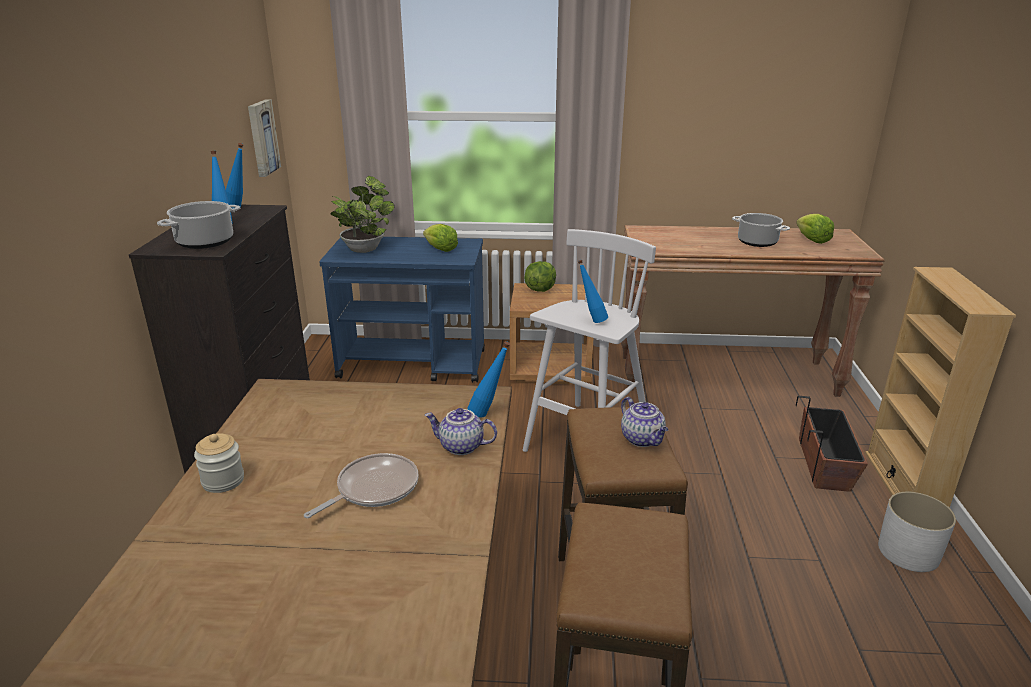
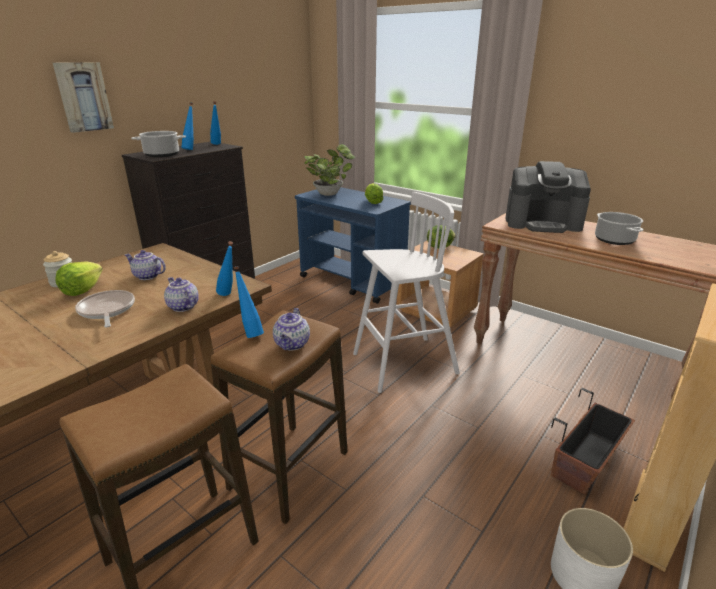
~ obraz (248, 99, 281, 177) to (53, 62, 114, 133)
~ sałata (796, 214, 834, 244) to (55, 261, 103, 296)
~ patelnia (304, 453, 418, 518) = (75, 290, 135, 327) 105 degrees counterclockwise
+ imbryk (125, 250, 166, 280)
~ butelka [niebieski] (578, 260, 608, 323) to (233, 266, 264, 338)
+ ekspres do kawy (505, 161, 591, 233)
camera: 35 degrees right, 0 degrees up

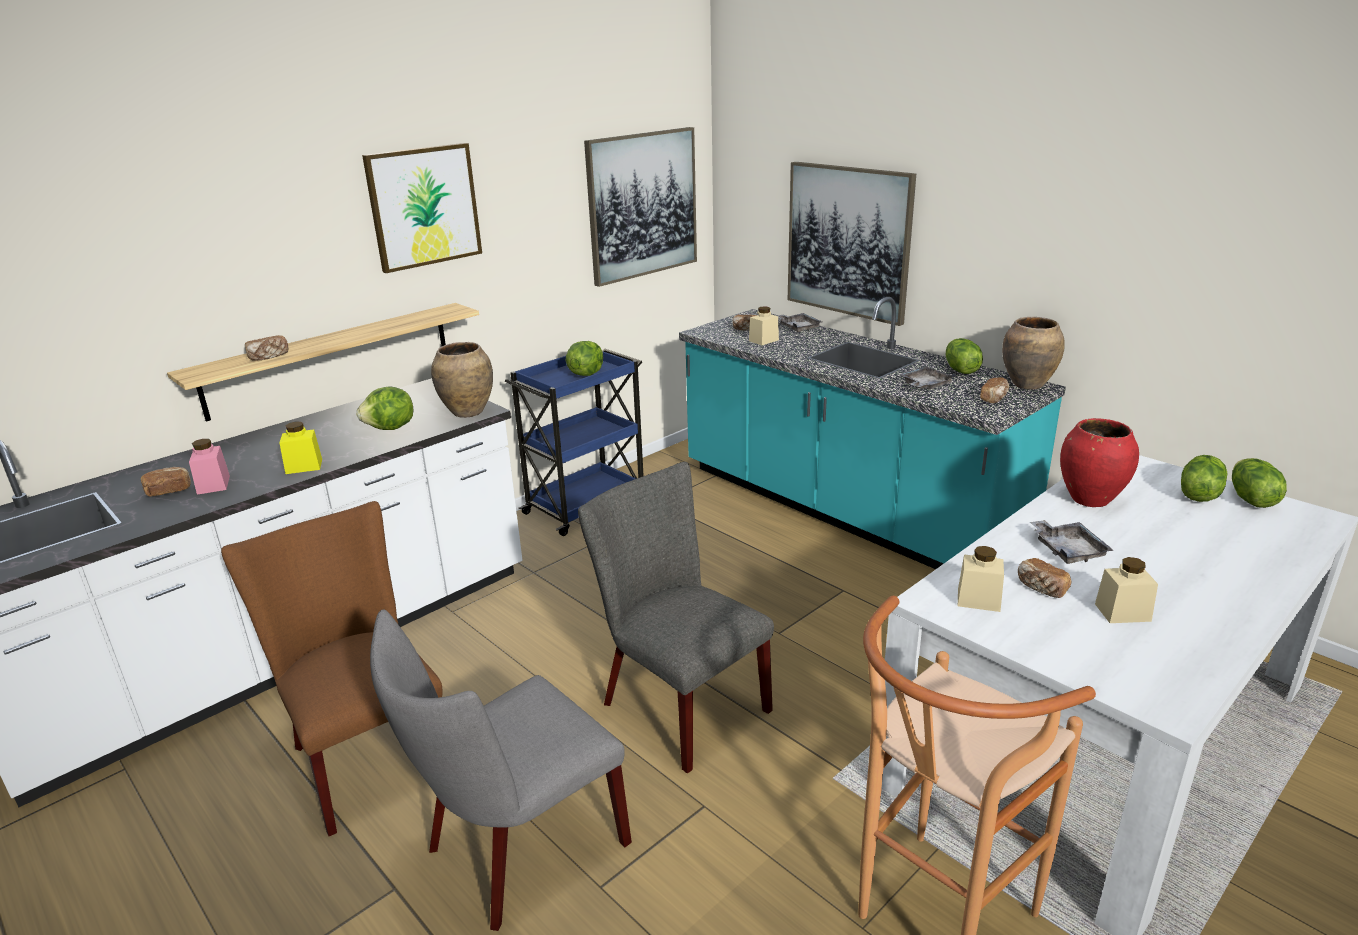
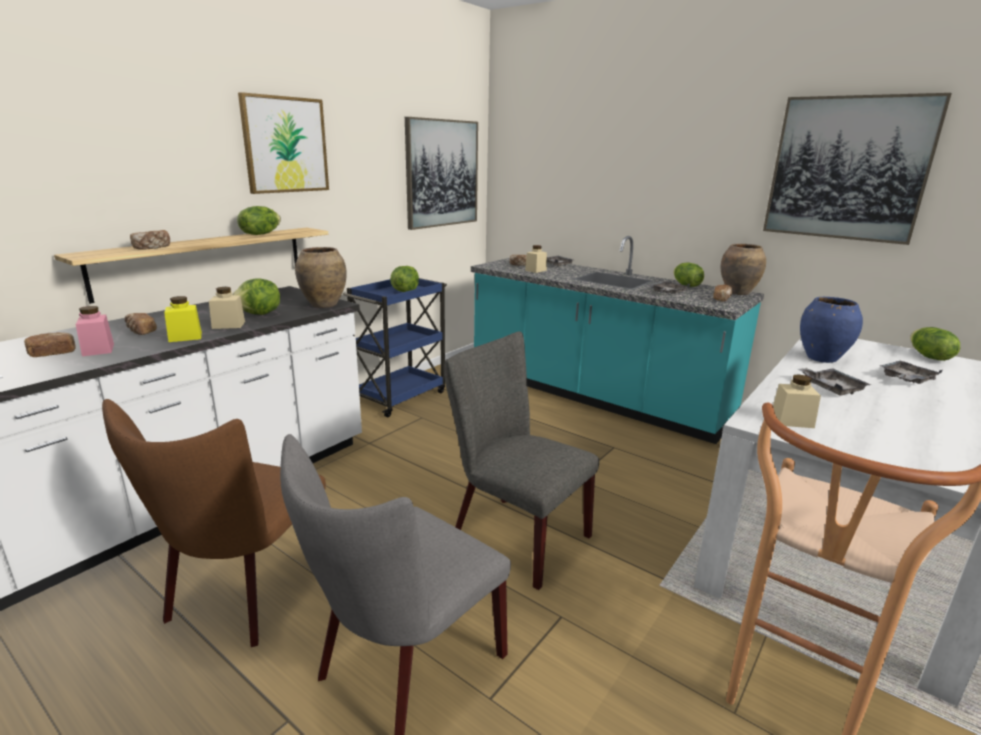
~ krzesło [brązowy] (221, 501, 443, 836) = (102, 399, 326, 647) 120 degrees counterclockwise
~ chleb (1018, 558, 1071, 598) to (125, 313, 157, 335)
~ słoik [beżowy] (1095, 557, 1158, 623) to (209, 287, 245, 329)
~ sałata (1181, 455, 1228, 502) to (237, 206, 281, 235)
~ obraz (788, 162, 916, 326) to (763, 93, 952, 245)
~ wazon [czerwony] (1060, 418, 1139, 507) to wazon [niebieski] (800, 297, 863, 363)
+ taca [szary] (880, 360, 943, 384)
camera: 10 degrees left, 5 degrees down

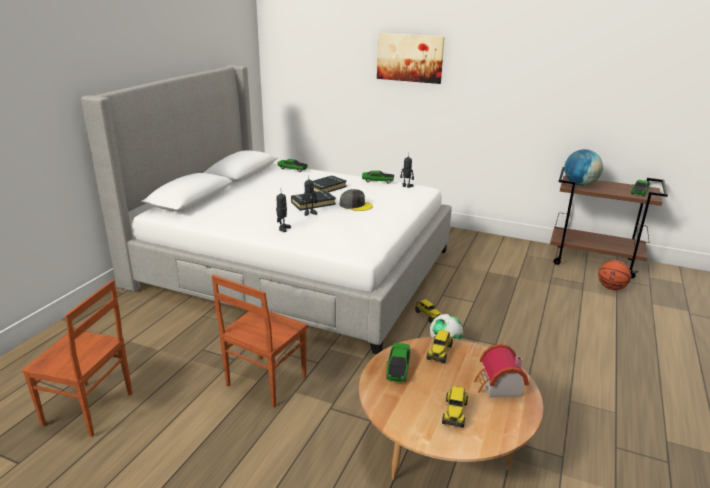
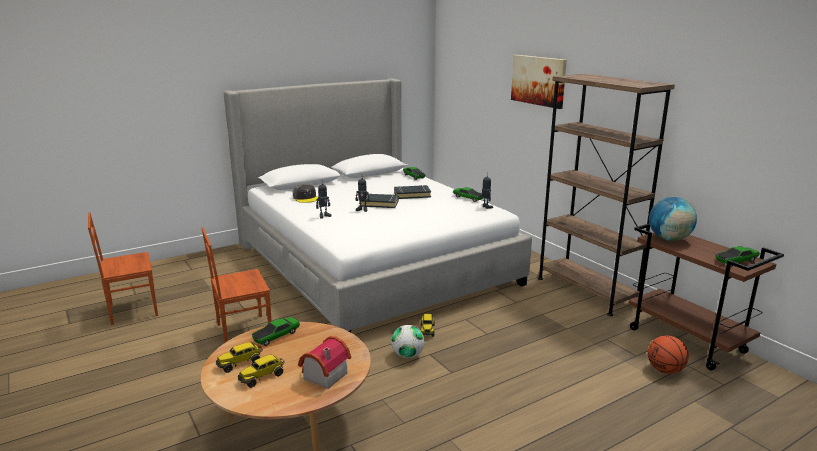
~ krzesło [brązowy] (22, 280, 132, 437) = (88, 212, 158, 325) 105 degrees clockwise
~ ciężarówka zabawkowa (427, 330, 453, 364) to (216, 342, 263, 373)
~ czapka z daszkiem [szary] (340, 189, 373, 211) to (293, 184, 318, 203)
+ regał [brązowy] (538, 74, 675, 316)
camera: 35 degrees right, 5 degrees down

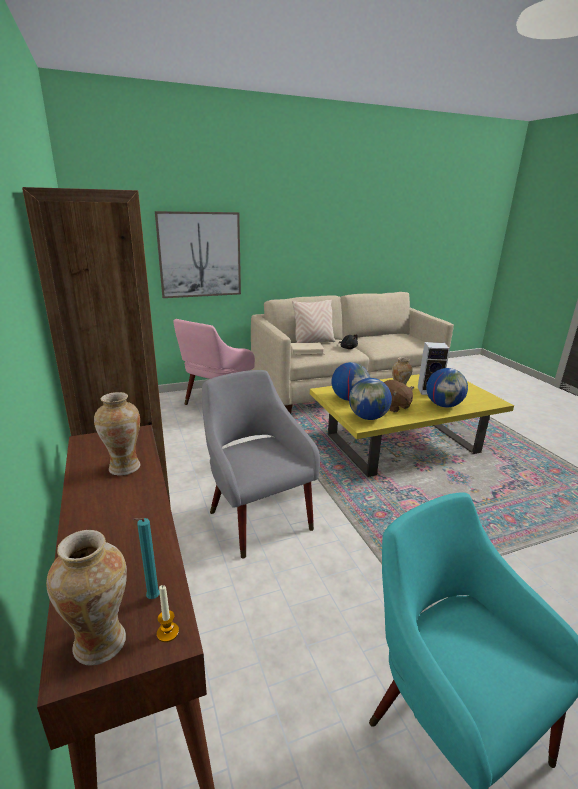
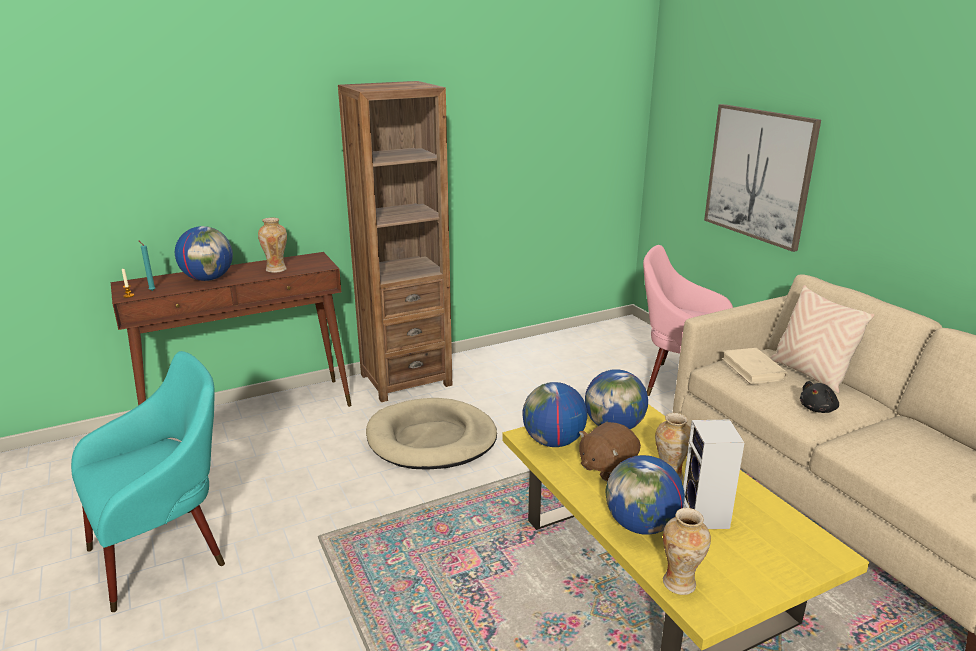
+ globus (175, 226, 233, 281)
~ fotel [szary] (202, 370, 320, 558) to legowisko [beżowy] (366, 398, 497, 470)
~ wazon (46, 530, 127, 665) to (663, 508, 711, 595)
camera: 85 degrees right, 0 degrees up

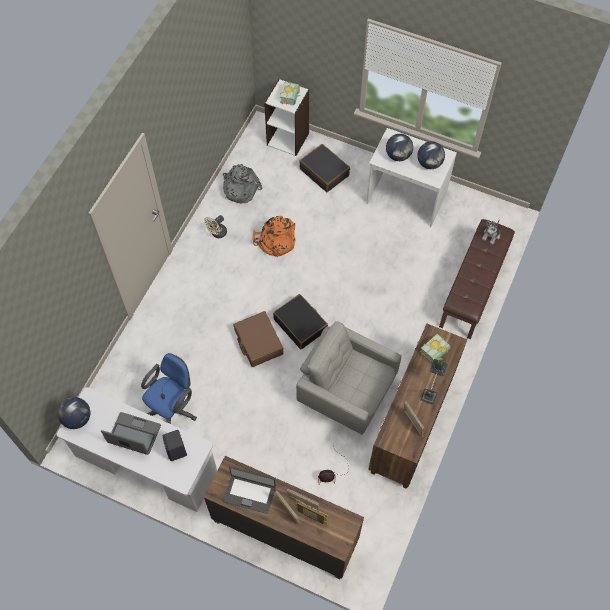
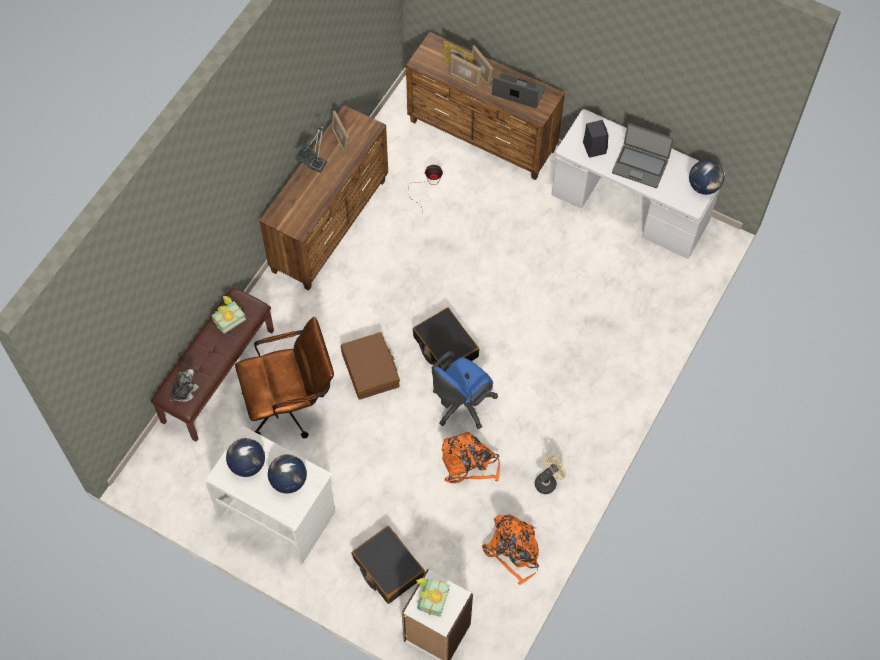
~ książka (420, 334, 450, 363) to (211, 296, 246, 334)
+ krzesło biurowe [brązowy] (235, 317, 334, 439)
~ walizka [brązowy] (234, 311, 284, 367) to (341, 332, 400, 400)
~ krzesło biurowe [niebieski] (141, 353, 197, 424) to (431, 351, 498, 429)
~ plecak [szary] (223, 164, 262, 203) to plecak [pomarańczowy] (482, 514, 539, 585)
- fotel [szary] (296, 321, 401, 435)
camera: 175 degrees left, 0 degrees up

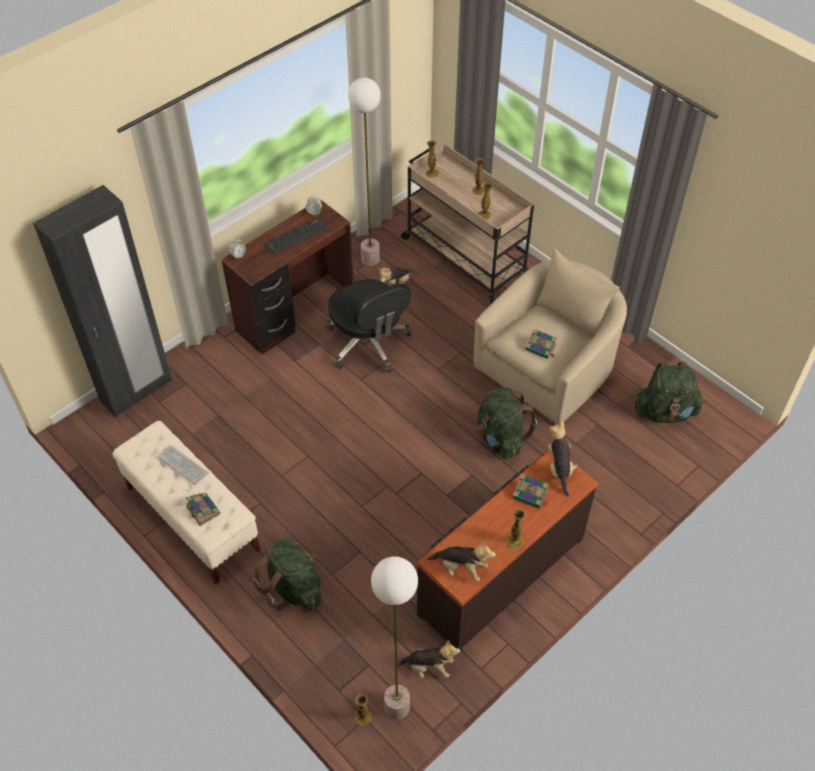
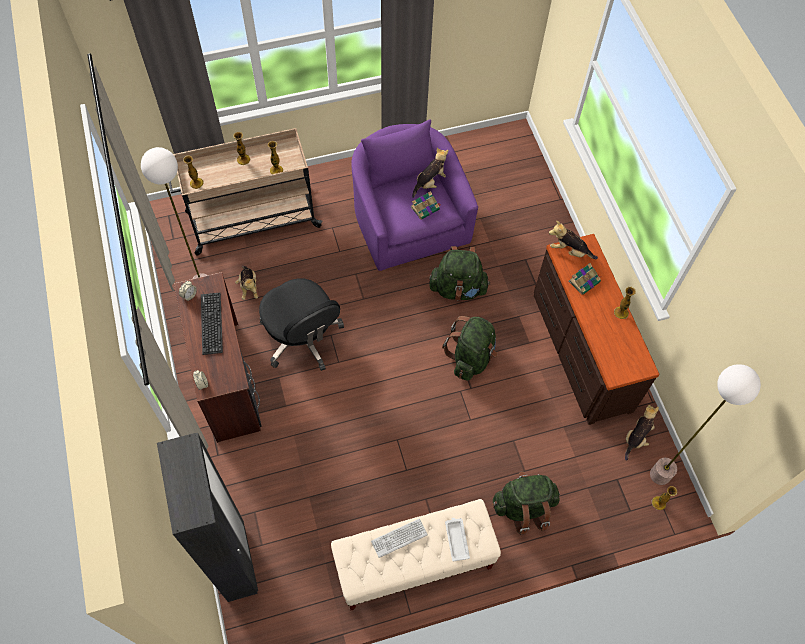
~ krzesło biurowe [czarny] (326, 279, 411, 373) = (259, 278, 344, 371) 60 degrees clockwise
~ fotel [beżowy] (474, 249, 627, 425) to fotel [fioletowy] (351, 119, 478, 271)
~ pluszak (427, 540, 496, 581) to (412, 148, 448, 198)
~ plecak [zielony] (635, 362, 704, 423) to (442, 316, 498, 381)
~ książka (186, 492, 220, 526) to taca [biały] (445, 518, 470, 561)
camera: 65 degrees left, 10 degrees up

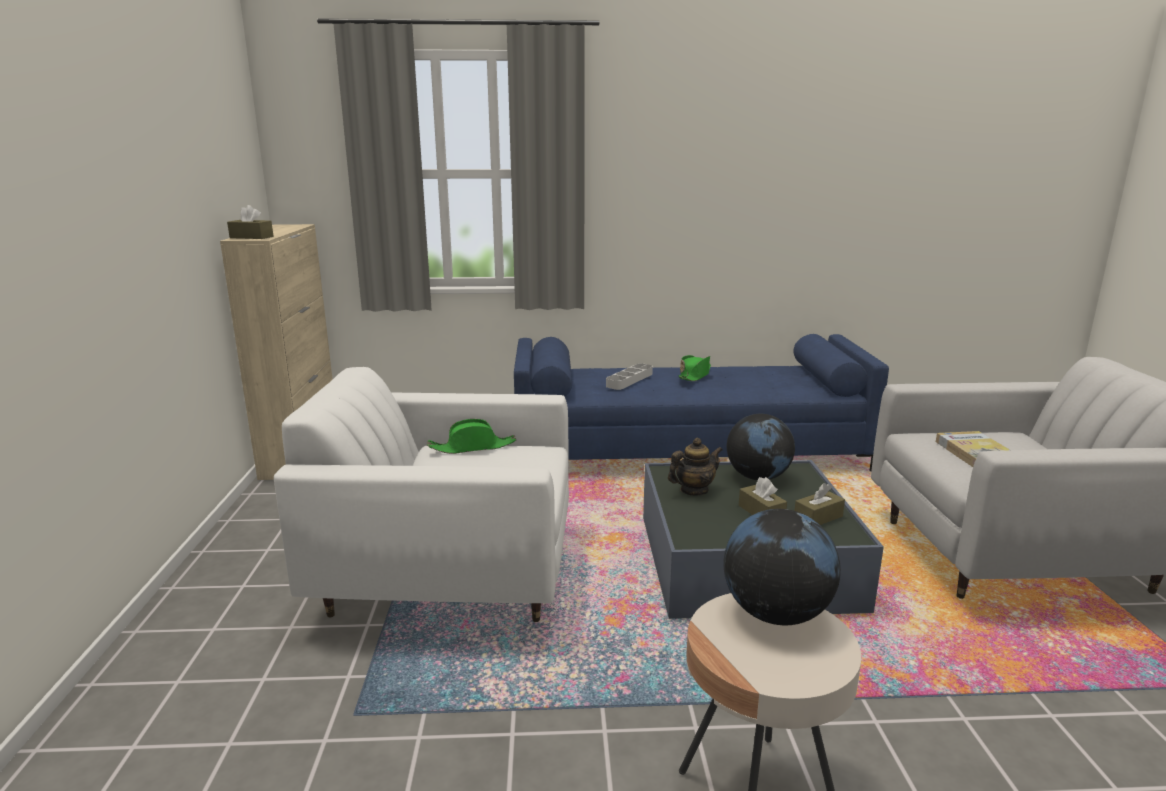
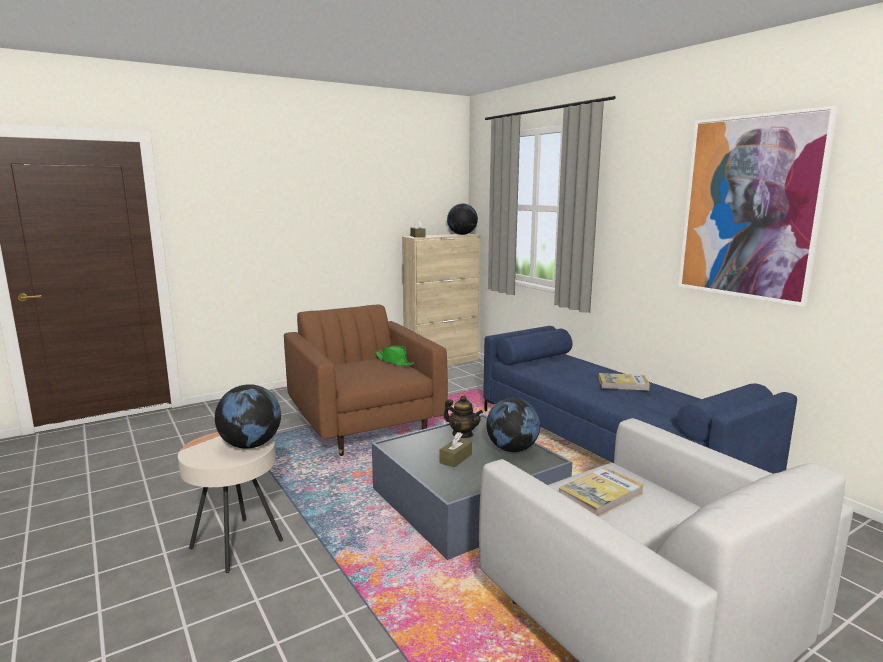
~ fotel [biały] (274, 367, 569, 622) to fotel [brązowy] (284, 305, 448, 456)
+ globus (447, 204, 478, 235)
~ kapelusz [zielony] (679, 355, 711, 381) to książka (598, 373, 650, 391)
+ obraz (678, 106, 838, 306)
- taca [szary] (606, 363, 653, 390)
- pudełko chusteczek [brązowy] (794, 483, 845, 525)
camera: 60 degrees right, 5 degrees down

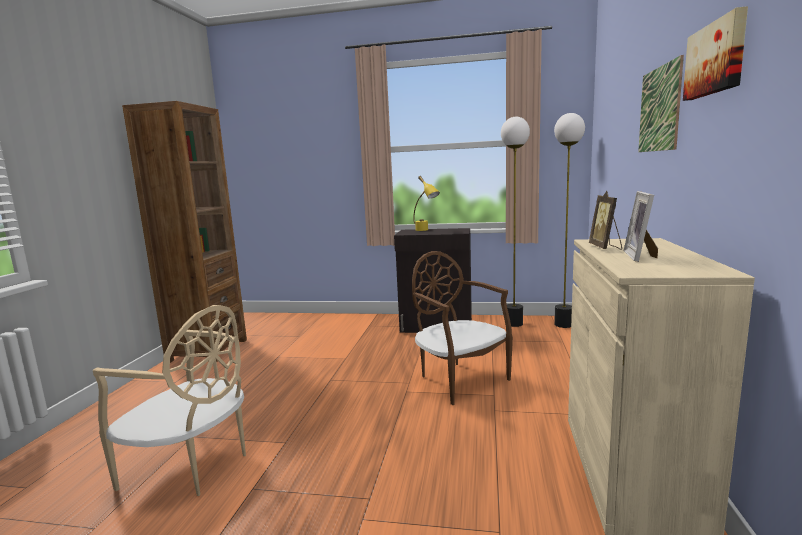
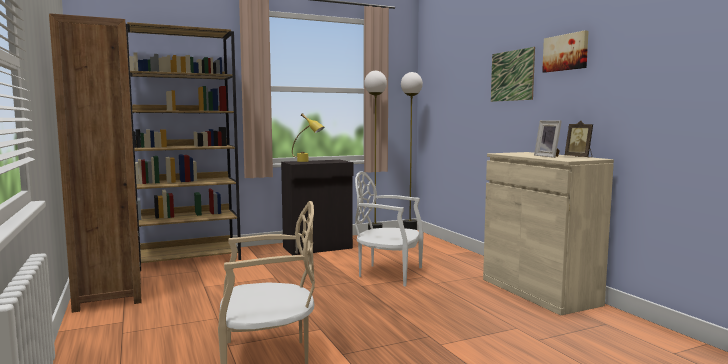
+ regał [brązowy] (126, 22, 241, 271)
~ krzesło [brązowy] (412, 251, 513, 405) to krzesło [biały] (355, 171, 424, 286)
~ ramka na zdjęcie (589, 191, 622, 250) to (565, 121, 593, 158)
camera: 35 degrees left, 5 degrees down

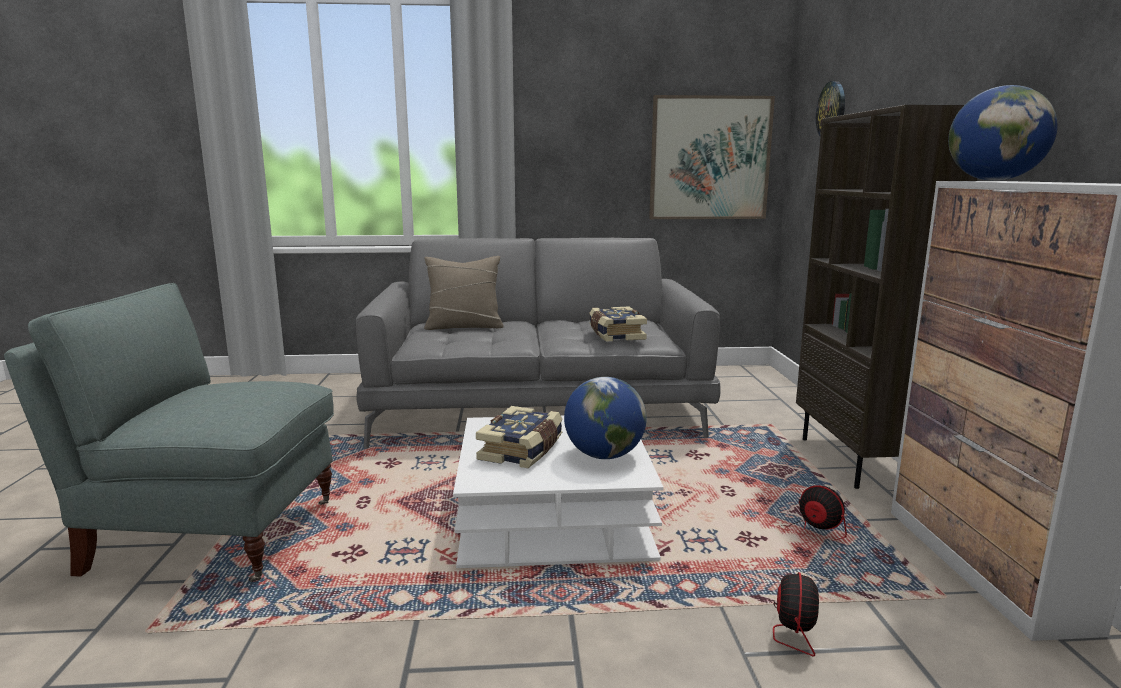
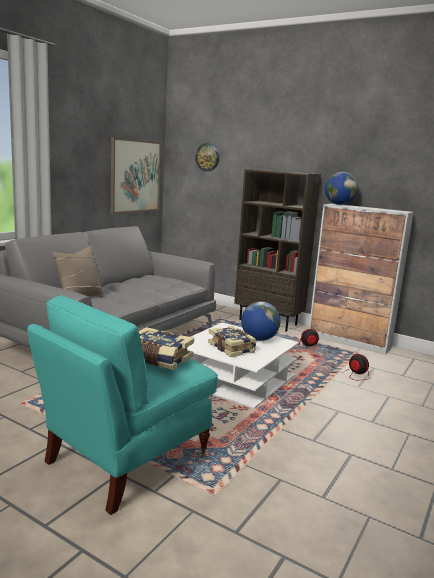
~ fotel [szary] (4, 283, 334, 582) to fotel [turkusowy] (27, 295, 218, 515)
~ książka (589, 307, 647, 342) to (139, 327, 194, 370)
camera: 55 degrees left, 0 degrees up

